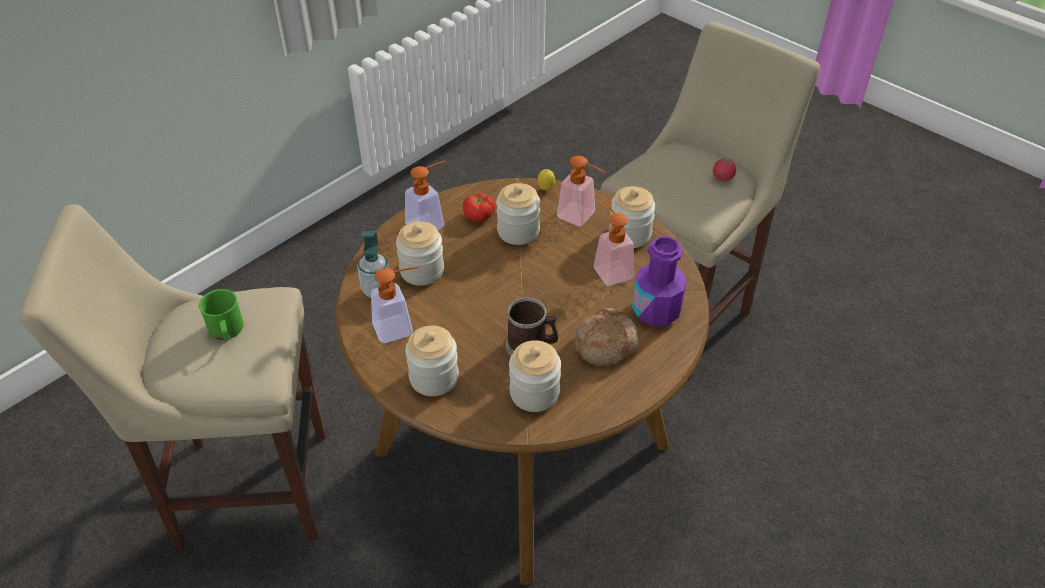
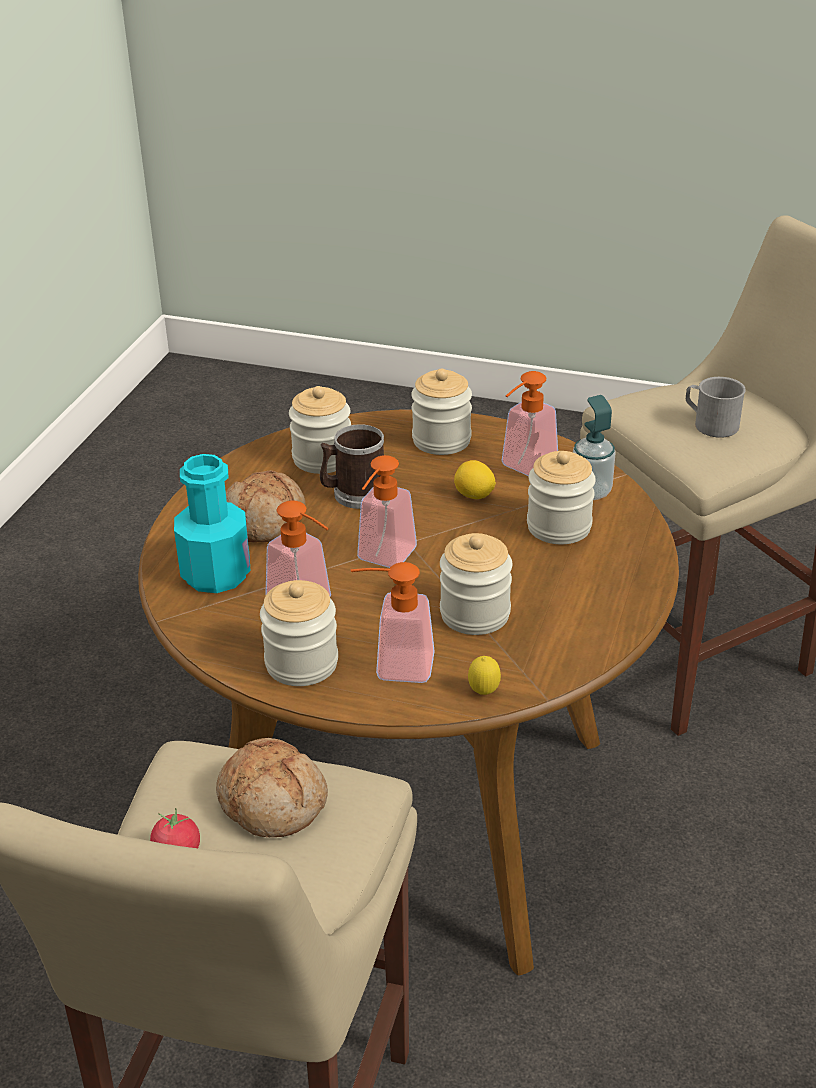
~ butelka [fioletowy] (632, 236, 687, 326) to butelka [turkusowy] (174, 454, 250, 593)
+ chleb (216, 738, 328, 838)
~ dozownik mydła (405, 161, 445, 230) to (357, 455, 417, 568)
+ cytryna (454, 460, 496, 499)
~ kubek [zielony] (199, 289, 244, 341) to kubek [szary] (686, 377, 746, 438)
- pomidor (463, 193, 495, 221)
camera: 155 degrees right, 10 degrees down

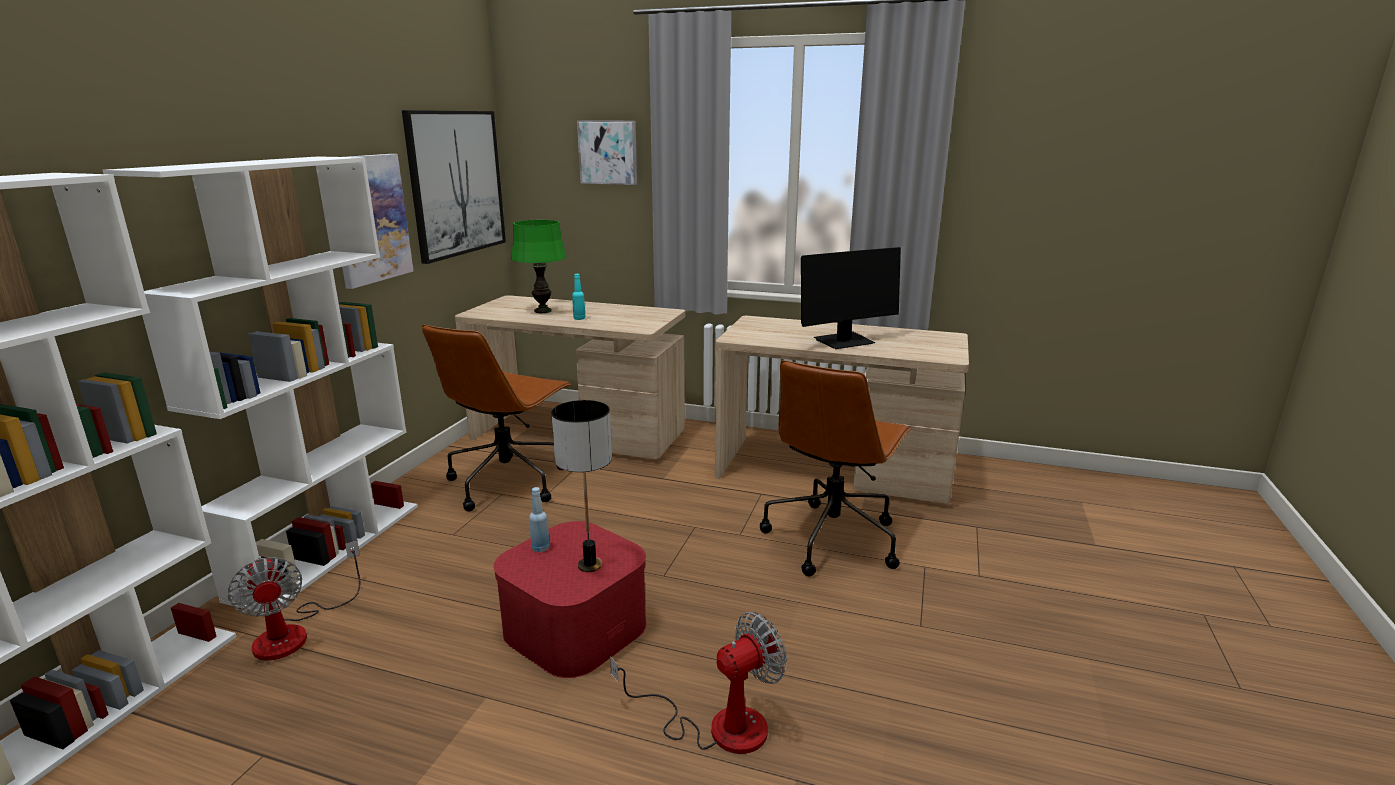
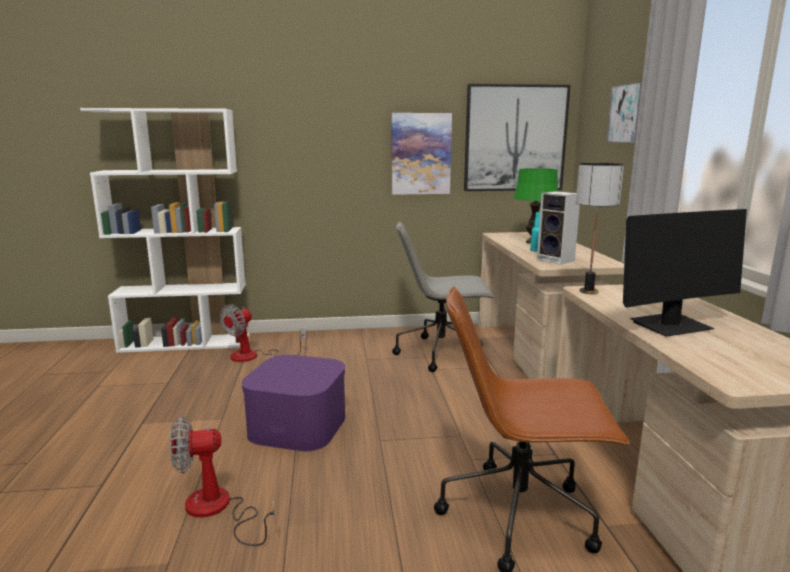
~ wentylator (610, 612, 787, 754) = (170, 417, 275, 546) 135 degrees clockwise
~ pojemnik do przechowywania [czerwony] (494, 521, 646, 678) to pojemnik do przechowywania [fioletowy] (242, 355, 346, 451)
~ krzesło biurowe [brązowy] (422, 325, 571, 511) to krzesło biurowe [szary] (392, 221, 495, 372)
+ głośnik (537, 191, 580, 265)
~ lampa stołowa (551, 400, 612, 572) to (576, 163, 624, 294)
~ monitor (801, 247, 901, 349) = (623, 209, 747, 337) 60 degrees counterclockwise
- regał [biały] (103, 156, 418, 614)
- butelka [niebieski] (529, 487, 550, 552)
camera: 65 degrees right, 5 degrees down

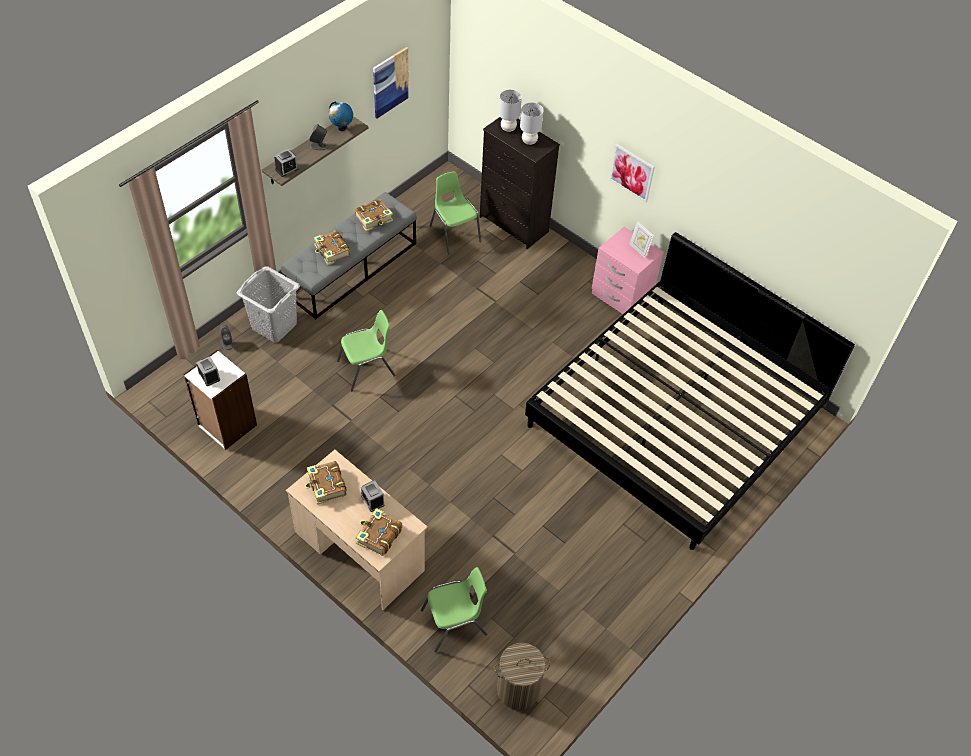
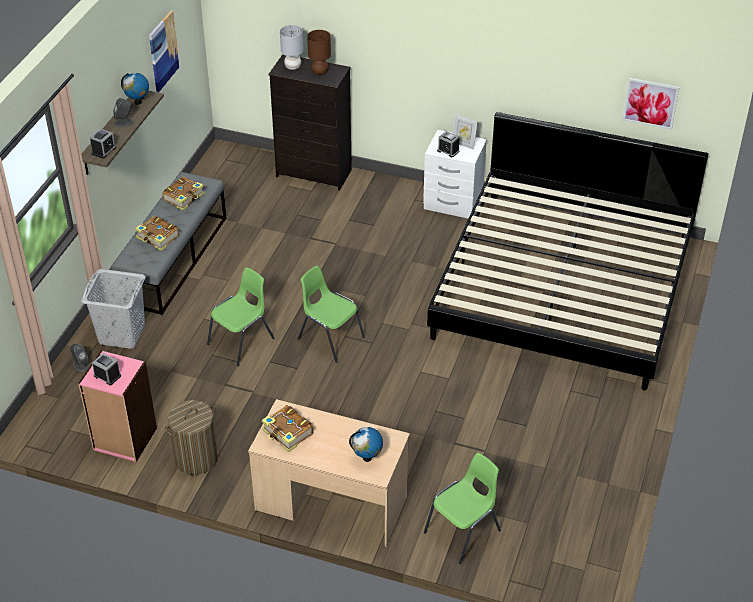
~ regał [biały] (183, 350, 257, 450) to regał [różowy] (78, 350, 157, 462)
~ kosz na pranie (494, 643, 550, 710) to (165, 400, 218, 475)
~ krzesło [zielony] (430, 171, 481, 254) to (298, 266, 365, 363)
~ lampa stołowa [szary] (520, 102, 544, 145) to lampa stołowa [brązowy] (307, 30, 331, 75)
~ książka (356, 508, 402, 556) to globus (349, 427, 383, 462)
~ szafka nocna [różowy] (592, 227, 664, 314) to szafka nocna [biały] (423, 130, 487, 219)
~ budzik (361, 480, 385, 512) to (437, 131, 460, 157)
~ obraz (609, 144, 655, 202) to (622, 78, 680, 130)
camera: 20 degrees left, 10 degrees down

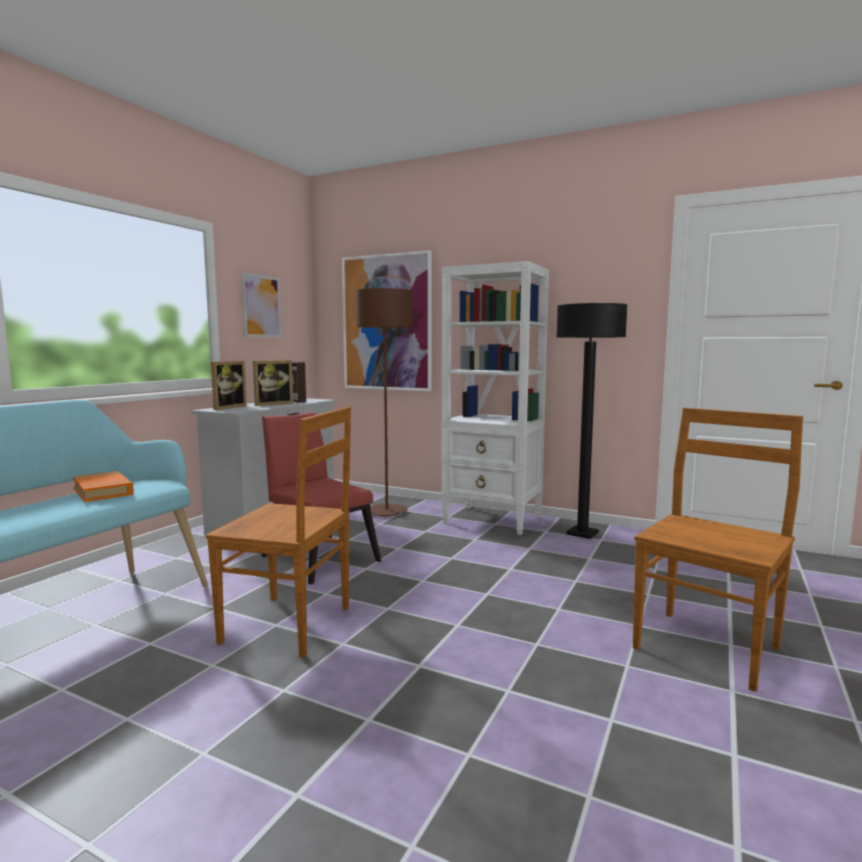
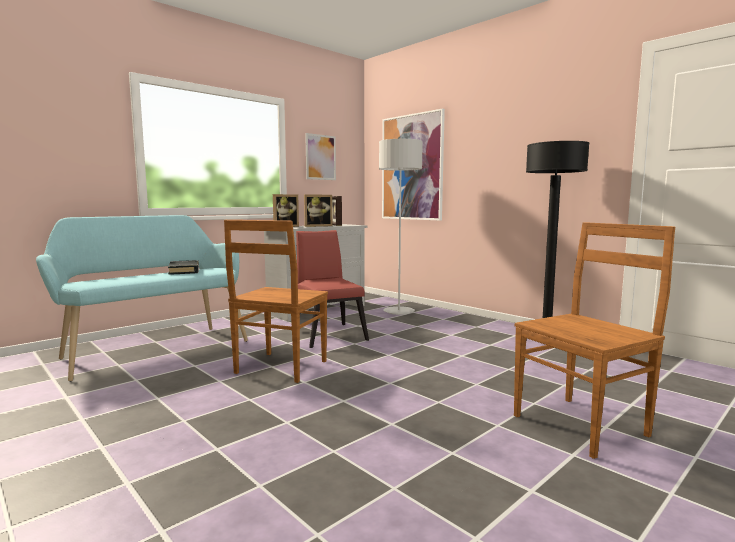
~ książka [pomarańczowy] (73, 471, 134, 502) to książka [czarny] (168, 260, 199, 275)
~ krzesło [brązowy] (206, 407, 351, 658) = (224, 220, 328, 383) 75 degrees clockwise
~ lampa stojąca [brązowy] (356, 288, 413, 516) to lampa stojąca [szary] (379, 139, 423, 315)
- regał [biały] (441, 261, 549, 535)
camera: 20 degrees right, 0 degrees up

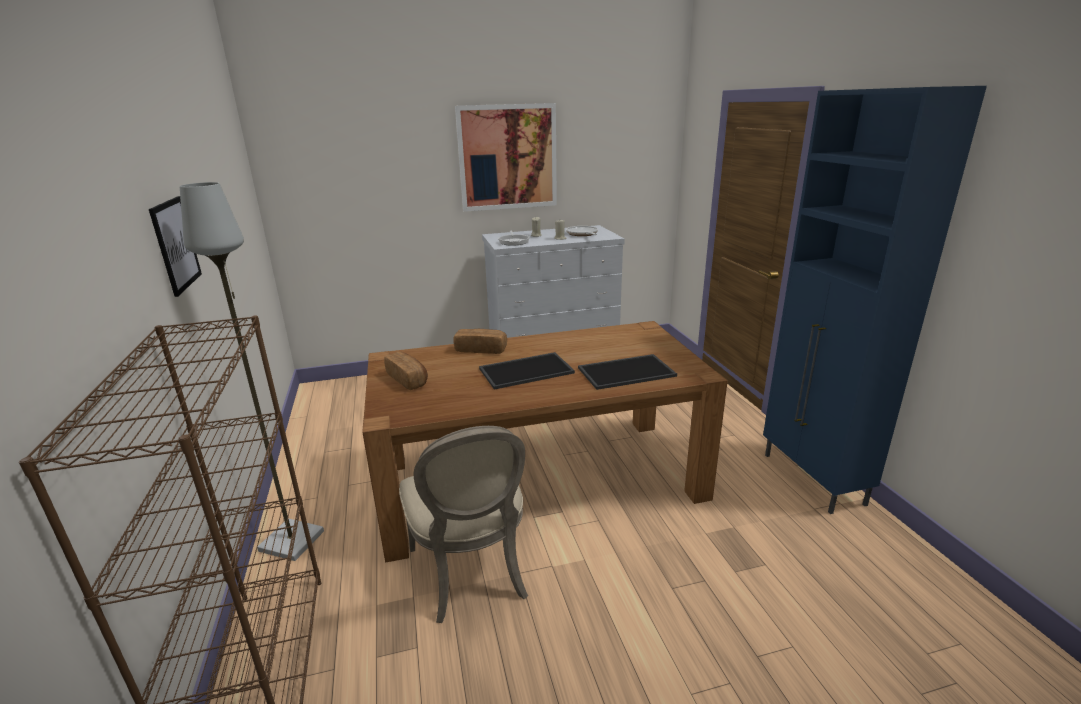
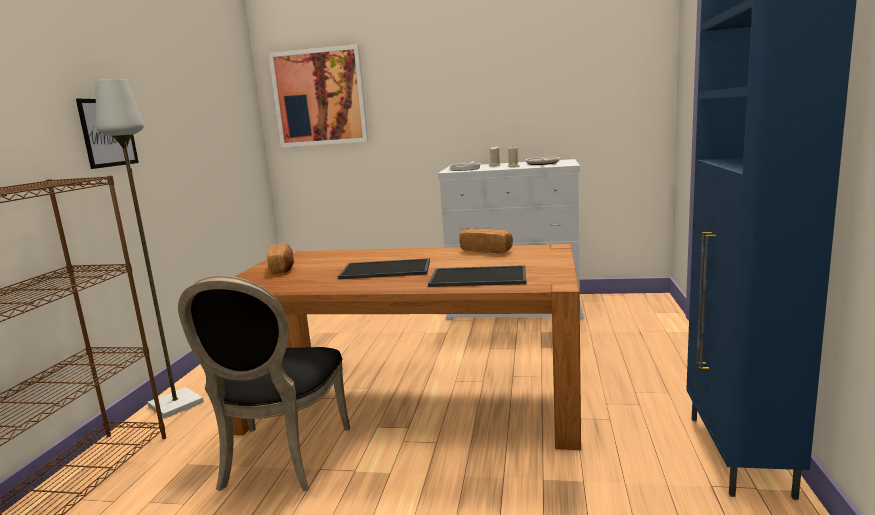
~ krzesło [beżowy] (399, 426, 528, 623) to krzesło [czarny] (178, 275, 350, 491)
~ obraz (455, 103, 557, 212) to (268, 44, 368, 147)
~ chleb (454, 329, 507, 354) to (459, 229, 513, 253)
camera: 25 degrees right, 10 degrees down

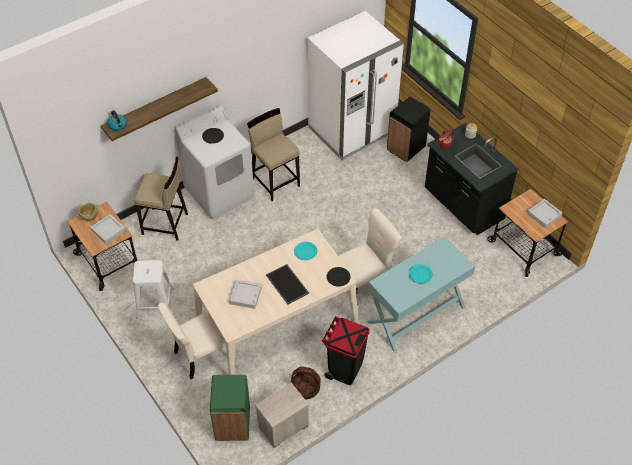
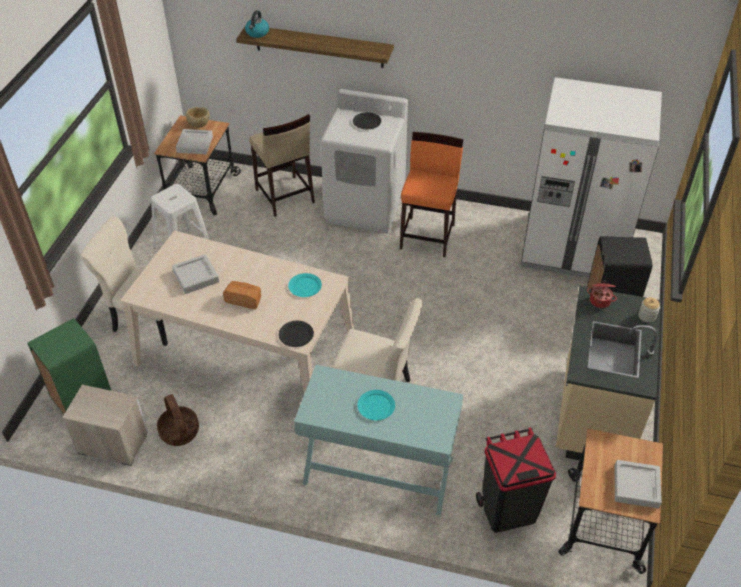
~ taca (266, 264, 309, 305) to chleb (223, 281, 261, 309)
~ stołek [beżowy] (247, 108, 300, 201) to stołek [pomarańczowy] (400, 132, 464, 257)
~ kosz na śmieci [czarny] (322, 316, 370, 385) to (476, 427, 556, 533)
~ zabudowa kuchenna [czarny] (425, 123, 518, 235) to zabudowa kuchenna [beżowy] (556, 286, 661, 460)
camera: 50 degrees right, 5 degrees down

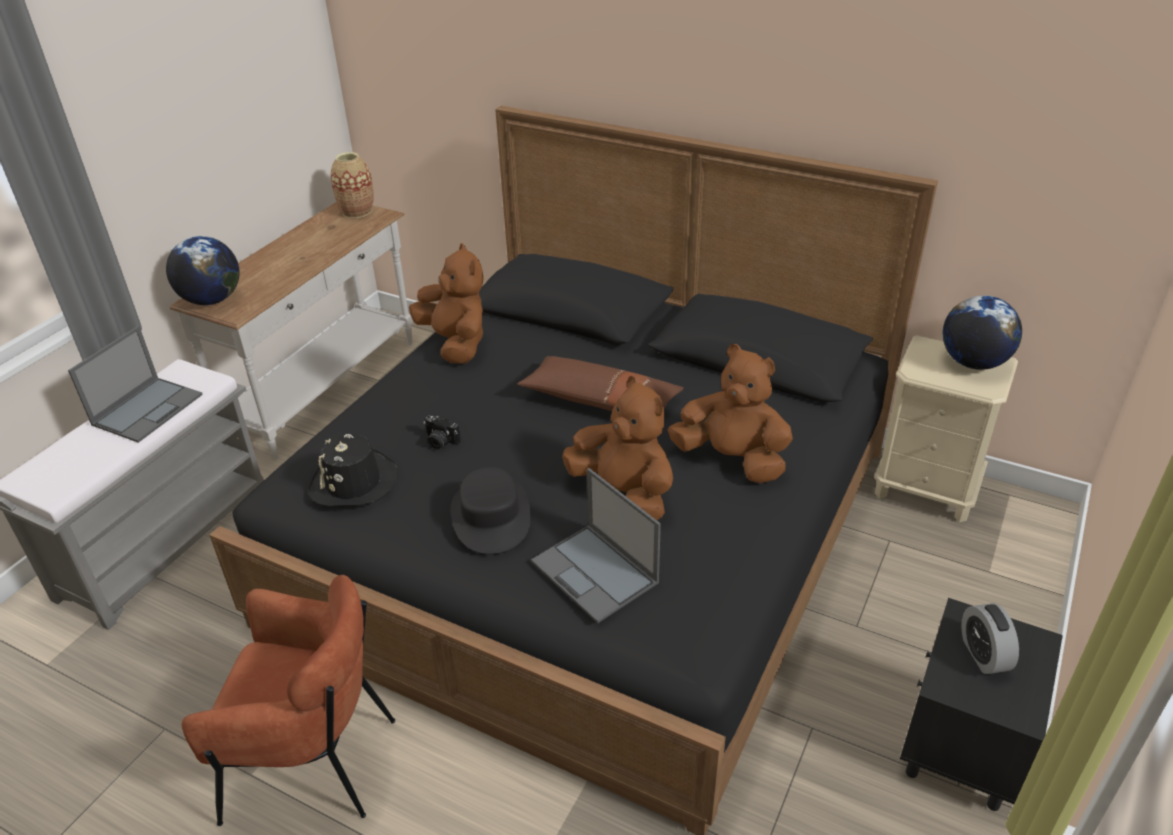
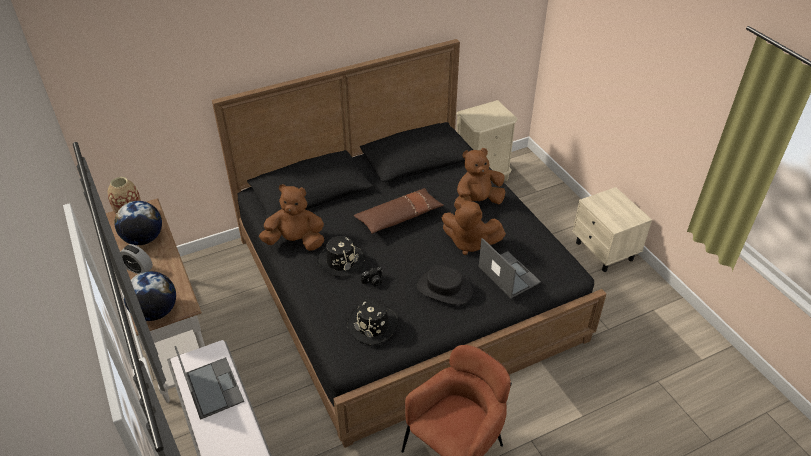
~ globus (942, 295, 1022, 370) to (114, 201, 162, 245)
~ budzik (962, 603, 1019, 674) to (120, 244, 153, 274)
+ kapelusz [czarny] (317, 236, 365, 277)
~ pluszak [brązowy] (562, 376, 673, 520) = (442, 201, 506, 255) 150 degrees counterclockwise
~ laptop (531, 468, 661, 623) = (479, 238, 541, 298) 120 degrees counterclockwise
~ szafka nocna [czarny] (900, 598, 1063, 811) to szafka nocna [beżowy] (572, 187, 652, 272)
camera: 55 degrees left, 5 degrees up

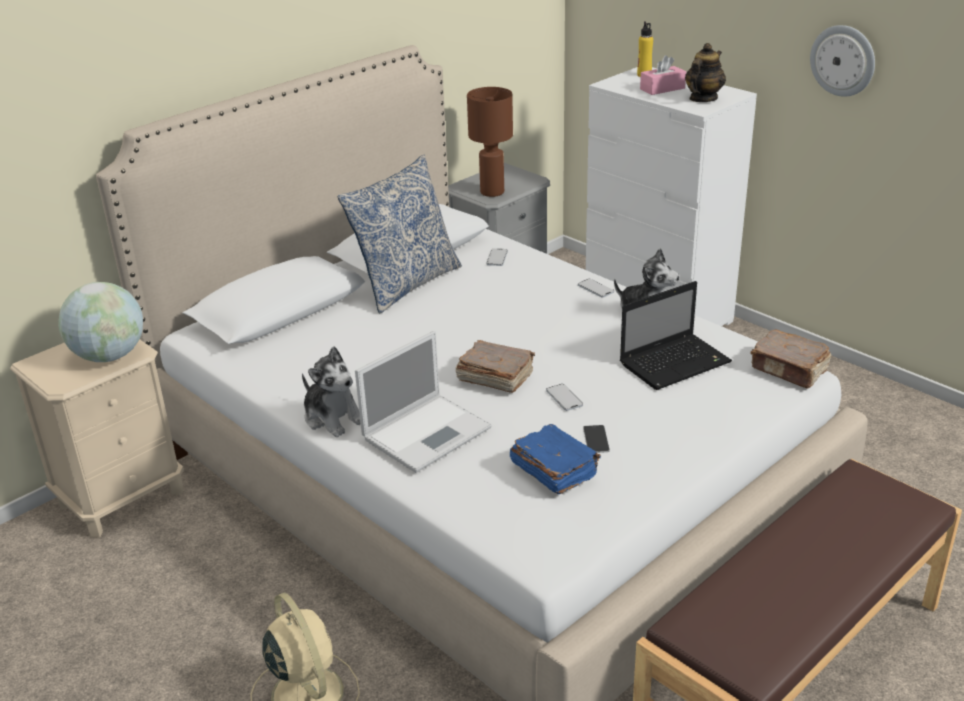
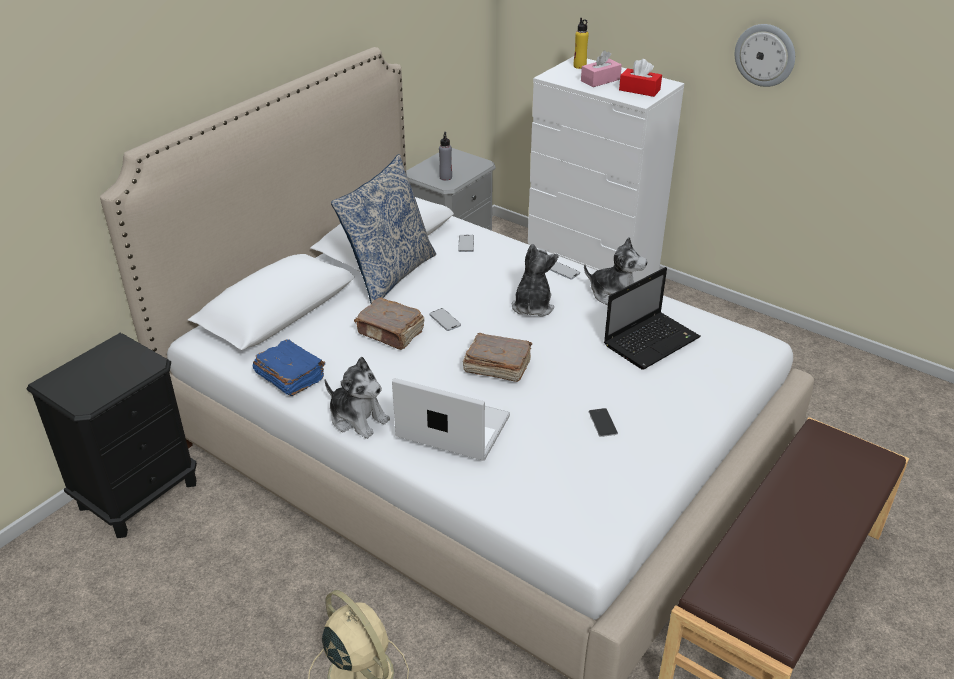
~ szafka nocna [beżowy] (10, 339, 184, 538) to szafka nocna [czarny] (27, 333, 197, 538)
~ książka [niebieski] (510, 424, 601, 494) to (253, 339, 325, 396)
~ książka [brązowy] (750, 329, 832, 388) to (354, 298, 424, 350)
~ laptop (355, 331, 492, 473) = (392, 378, 510, 461) 105 degrees counterclockwise
~ telefon (546, 384, 583, 411) to (429, 308, 461, 331)
~ lampa stołowa [brązowy] (467, 87, 513, 197) to butelka [szary] (439, 132, 452, 181)
+ pluszak (511, 244, 559, 317)
~ imbryk (685, 43, 726, 102) to pudełko chusteczek [czerwony] (619, 59, 662, 97)
- globus (58, 282, 143, 362)
camera: 10 degrees left, 5 degrees up

